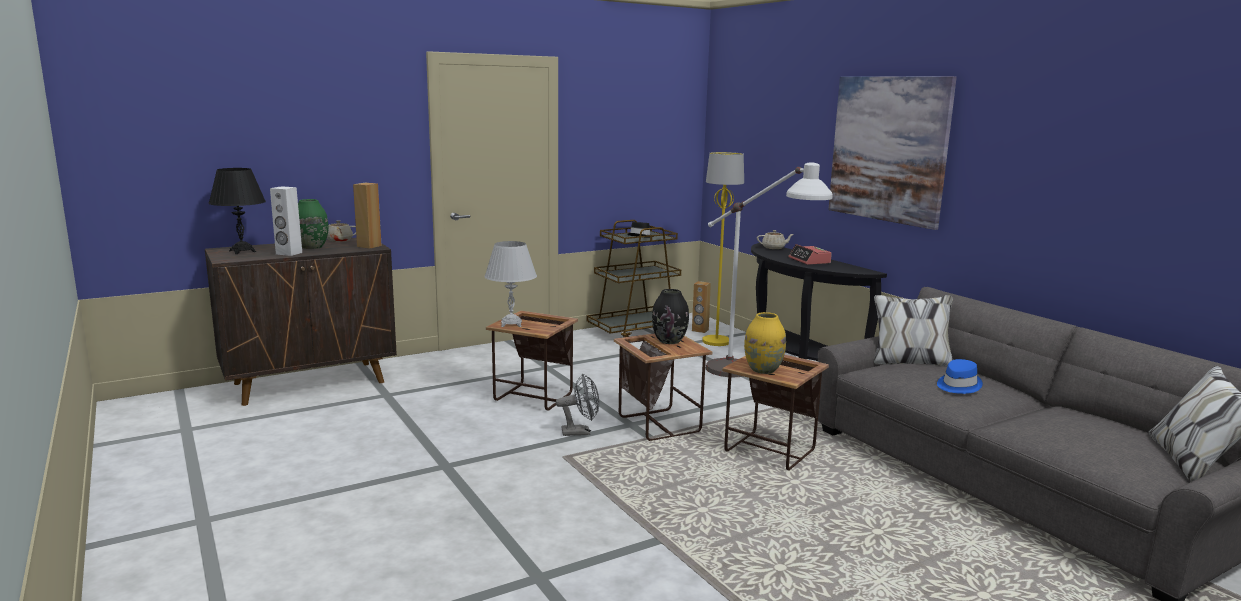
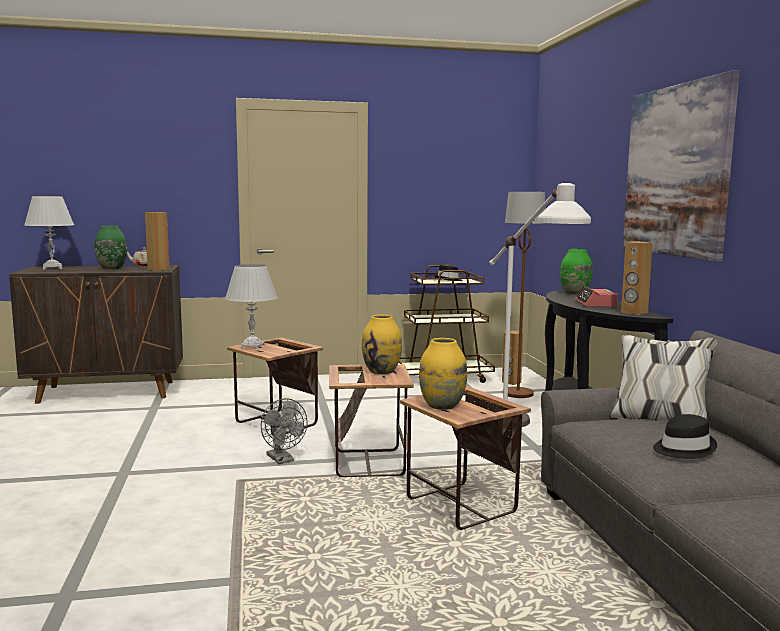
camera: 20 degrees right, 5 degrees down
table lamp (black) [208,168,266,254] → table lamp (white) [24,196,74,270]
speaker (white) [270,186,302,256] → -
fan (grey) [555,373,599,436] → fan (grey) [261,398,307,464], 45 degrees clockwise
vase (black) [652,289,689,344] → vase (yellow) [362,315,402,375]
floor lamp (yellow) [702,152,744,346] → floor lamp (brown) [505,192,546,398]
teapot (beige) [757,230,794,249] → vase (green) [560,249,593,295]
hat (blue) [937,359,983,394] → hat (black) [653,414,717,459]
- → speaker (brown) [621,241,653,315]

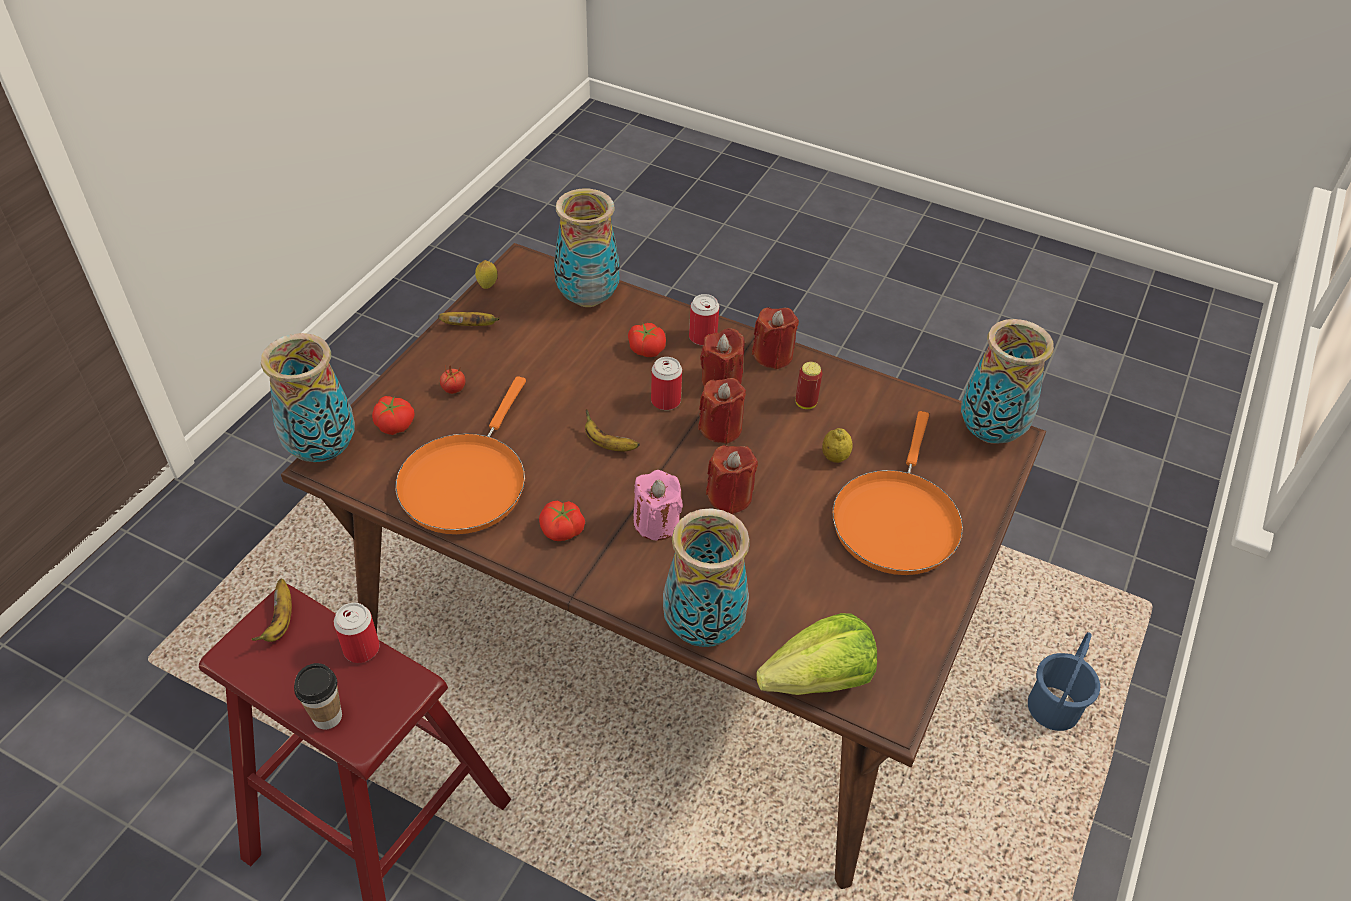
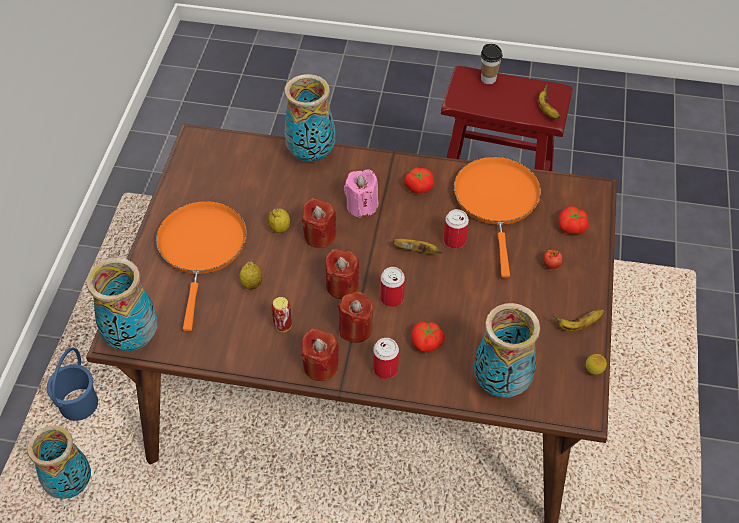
camera: 165 degrees right, 5 degrees up
vase [261,333,355,462] → vase [28,425,91,499], shifted
can [334,603,380,663] → can [444,209,469,249], shifted
lettuce [756,613,877,695] → -
- → lemon [268,208,290,233]

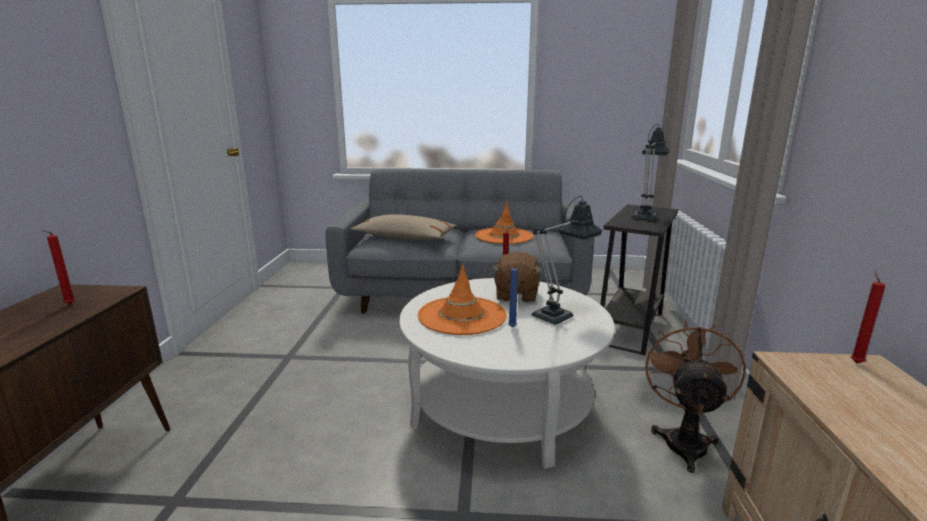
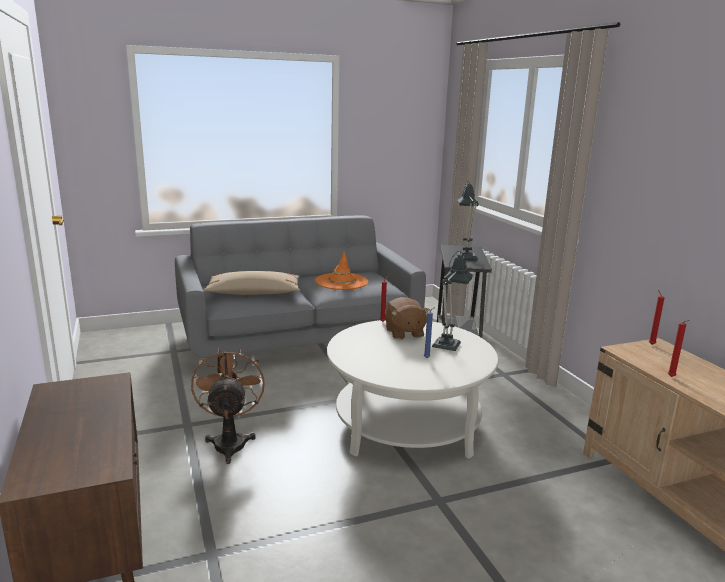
camera: 25 degrees left, 0 degrees up
candle (red) [42,230,75,305] → candle (red) [668,320,690,377], shifted
hat (orange) [418,264,507,335] → -
fan (brown) [645,320,746,473] → fan (brown) [191,348,265,464], shifted

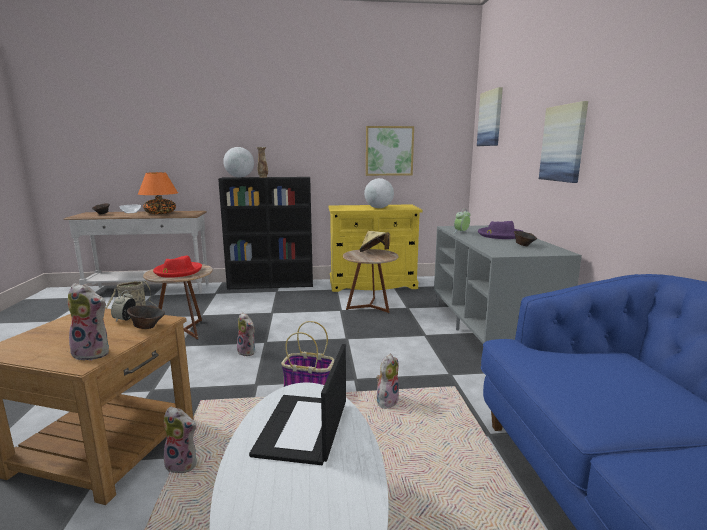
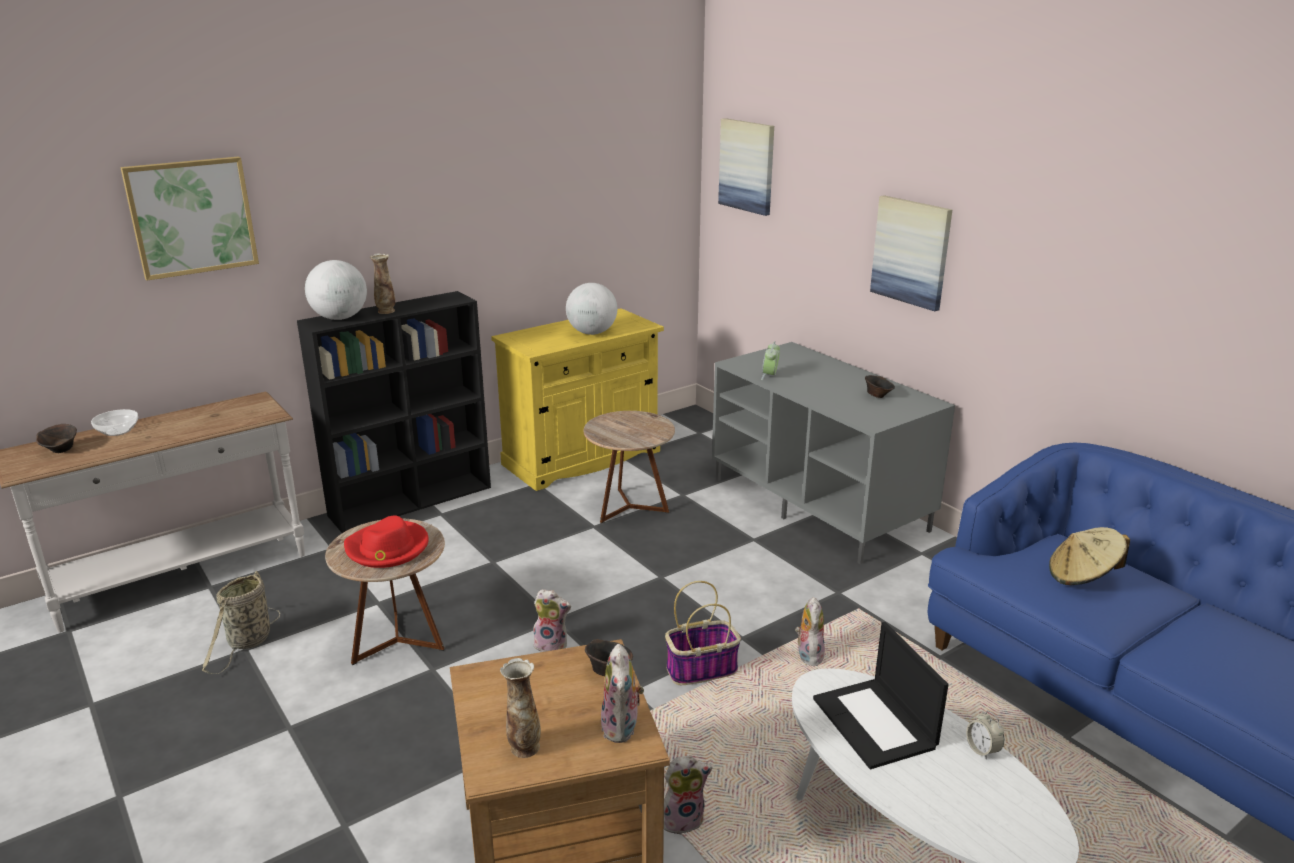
camera: 30 degrees left, 10 degrees up
plush toy [68,283,109,361] → plush toy [600,644,644,743], 105 degrees clockwise
alarm clock [111,290,136,322] → alarm clock [966,710,1004,760], shifted
table lamp (orange) [138,172,178,214] → -
hat (beige) [360,231,390,252] → hat (beige) [1049,527,1130,585], shifted
picture [366,126,414,176] → picture [120,156,259,281], shifted
hat (purple) [478,221,524,239] → -
- → vase [500,658,541,758]

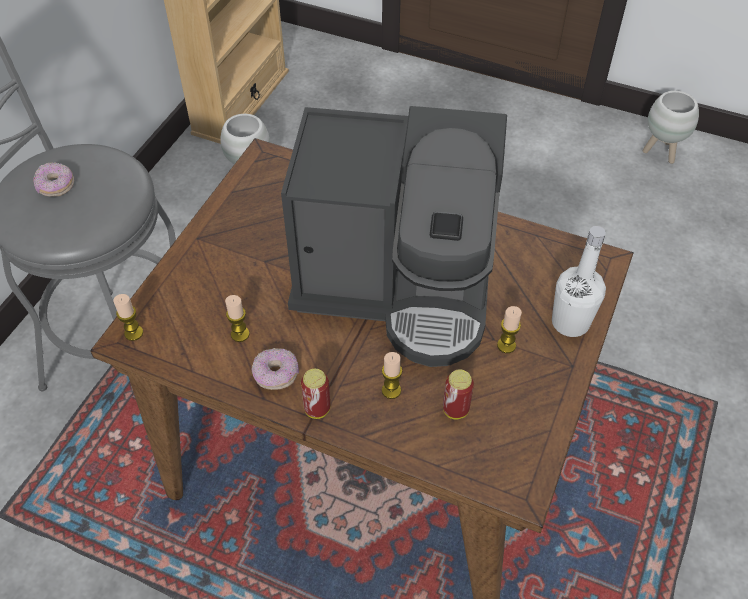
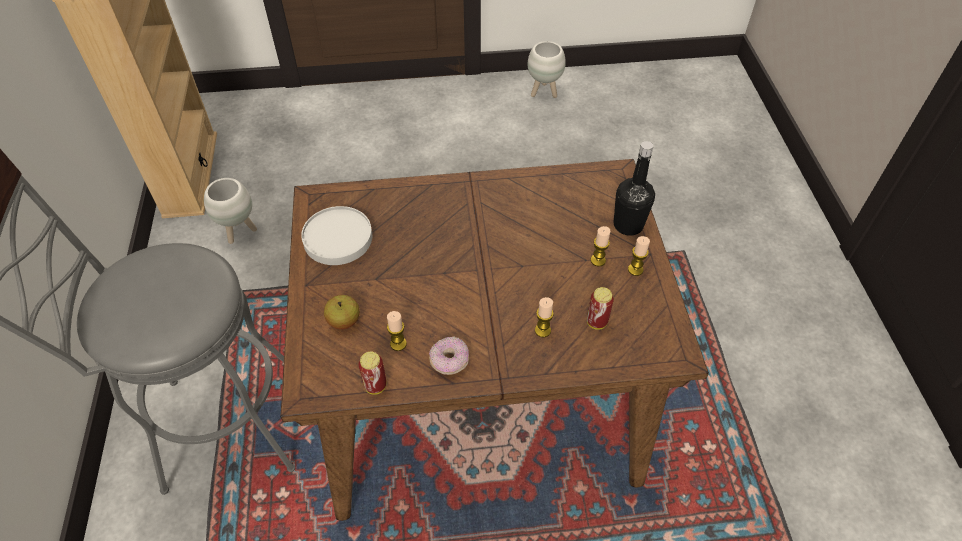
camera: 30 degrees left, 0 degrees up
donut [33,162,74,197] → -
candle [113,294,143,341] → candle [628,236,650,276], shifted
coffee machine [281,106,507,367] → -
can [301,369,330,419] → can [359,352,386,395], shifted
bottle (white) [552,226,606,337] → bottle (black) [614,141,655,236]
- → plate (white) [301,206,372,265]
- → apple [324,295,360,329]

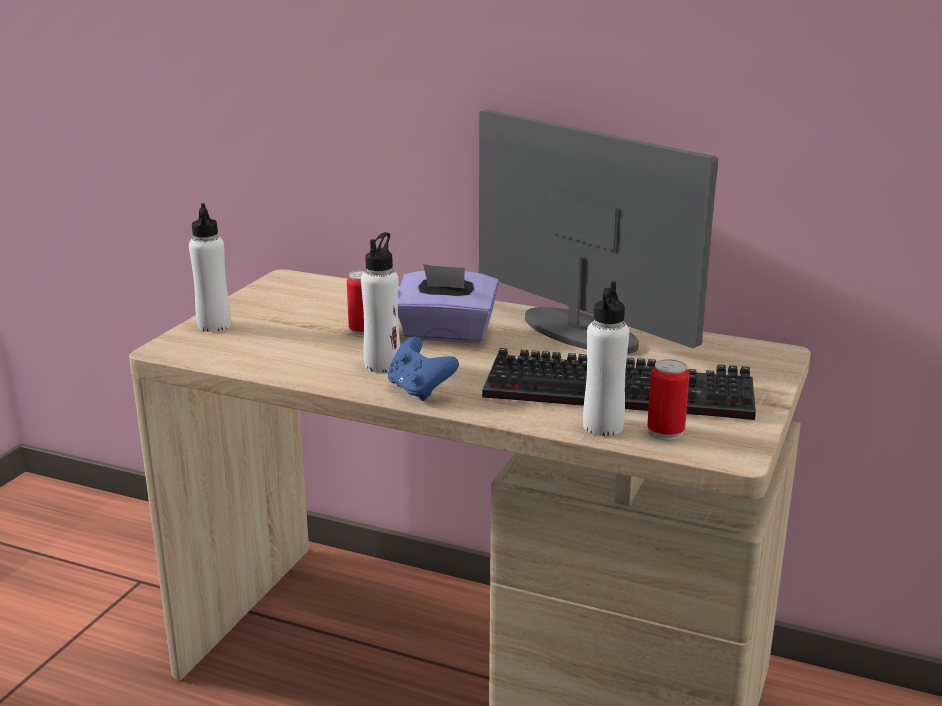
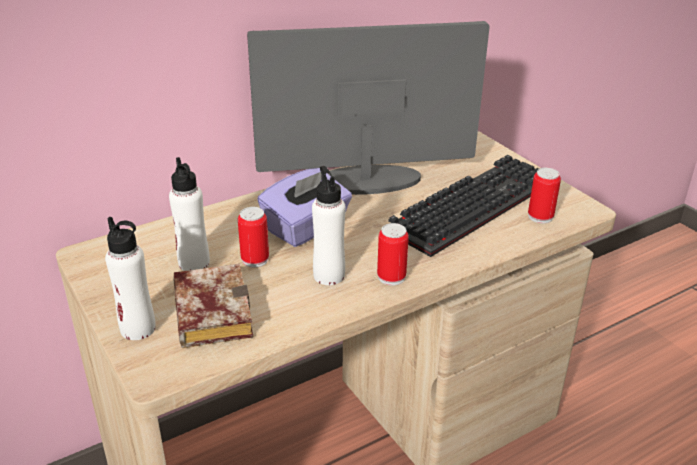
camera: 55 degrees left, 10 degrees up
game controller (blue) [388,336,459,401] → can [377,223,409,286]
bottle (white) [583,281,629,436] → bottle (white) [169,157,210,271], shifted
- → book [173,264,253,348]

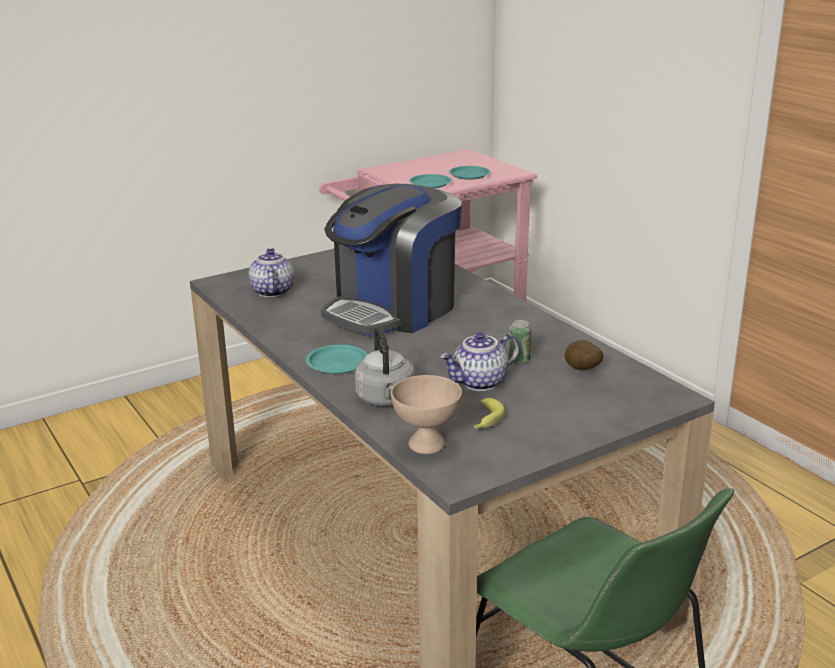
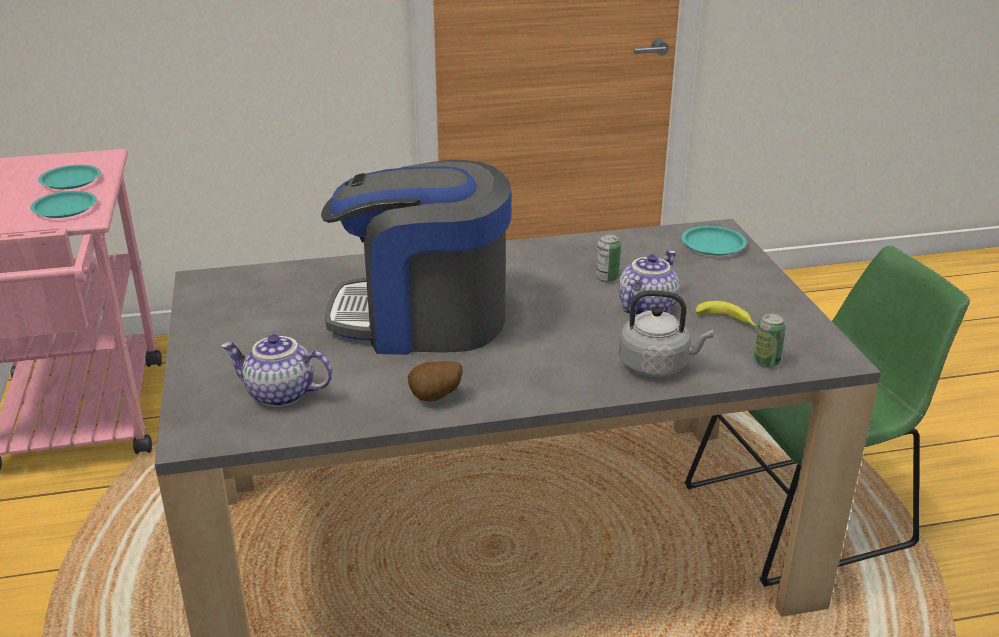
camera: 70 degrees left, 5 degrees up
plate (turquoise) [306,344,368,374] → plate (turquoise) [682,226,747,255], shifted
coffee machine [321,184,462,336] → coffee machine [321,160,511,355], 120 degrees clockwise
bowl (beige) [391,375,462,454] → can [753,313,786,367]
teapot [440,333,519,391] → teapot [619,250,680,315], 135 degrees counterclockwise
potato [565,340,603,370] → potato [408,361,463,402], shifted

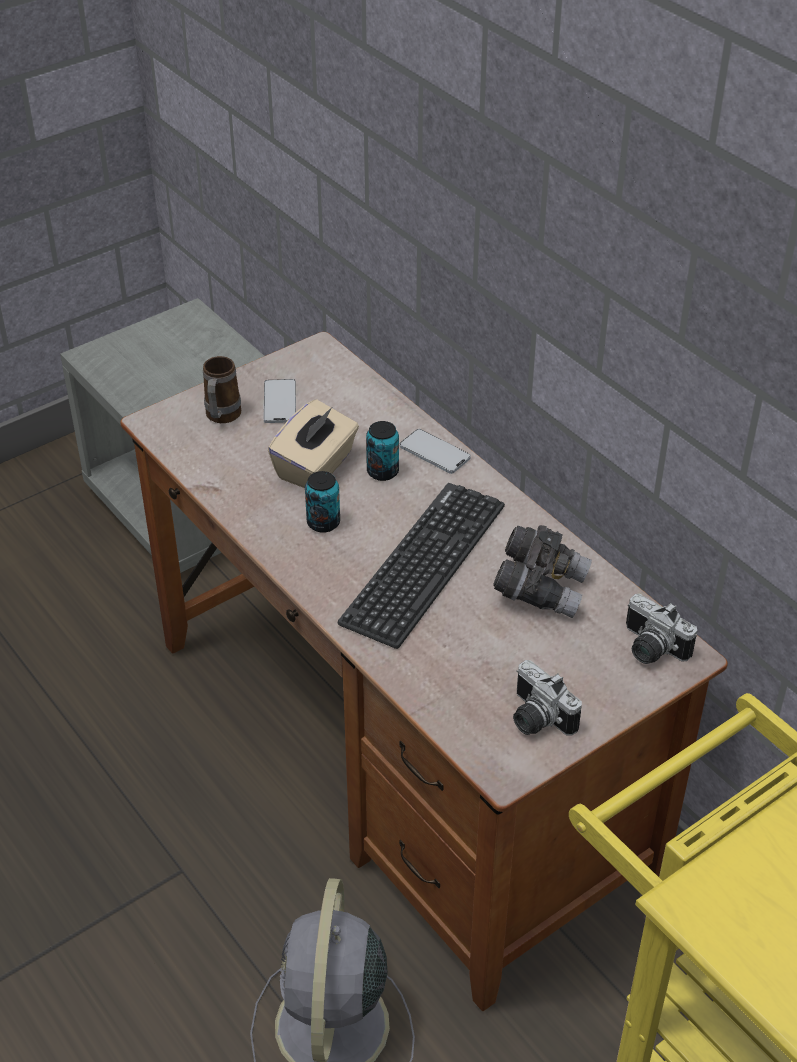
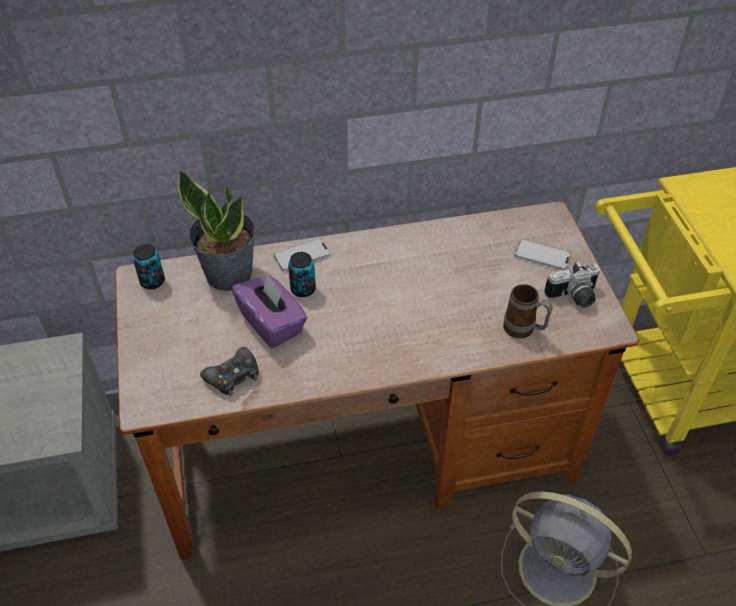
camera: 65 degrees left, 5 degrees up
mug [203,356,241,423] → mug [503,284,553,339], shifted
phone [264,379,296,423] → phone [515,239,571,270], shifted
tissue box (beige) [268,399,359,488] → tissue box (purple) [232,274,307,348]
can [305,471,340,533] → can [133,244,165,289], shifted
keyboard [338,483,505,649] → -
binoculars (grey) [493,525,592,618] → -
photo camera [626,594,697,664] → -
- → potted plant [178,170,256,291]
- → game controller (black) [200,347,259,396]

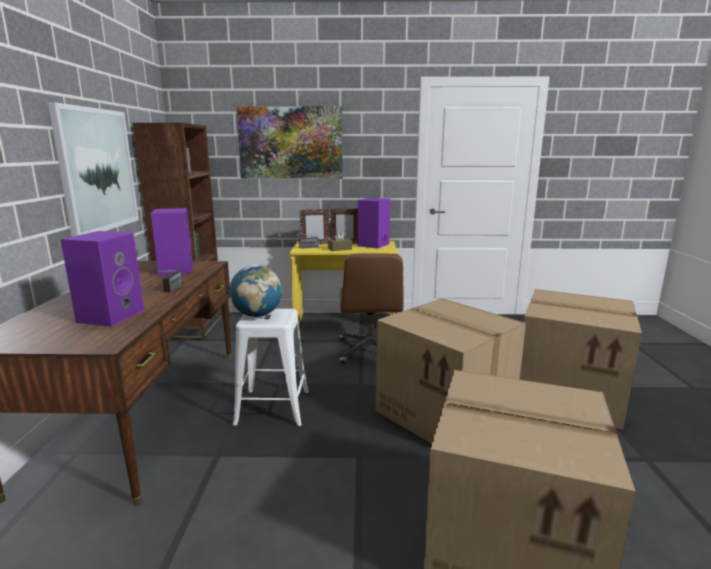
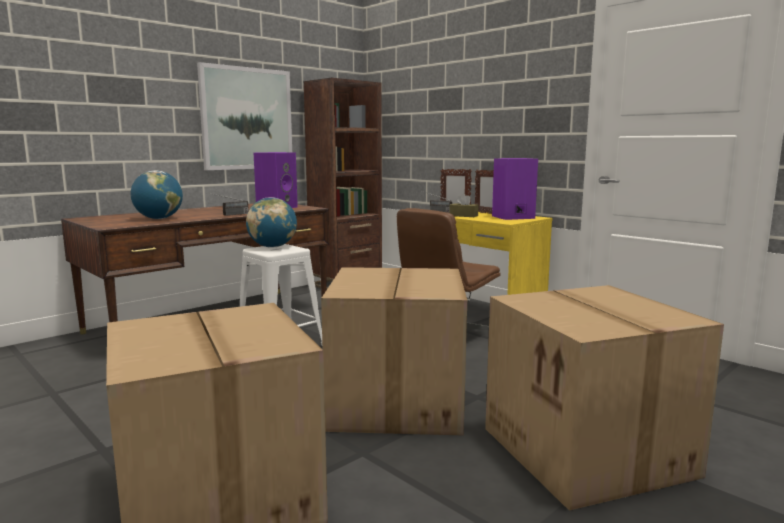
camera: 45 degrees right, 5 degrees down
speaker (purple) [60,231,144,327] → globe [131,170,183,219]
picture [236,106,343,179] → -

